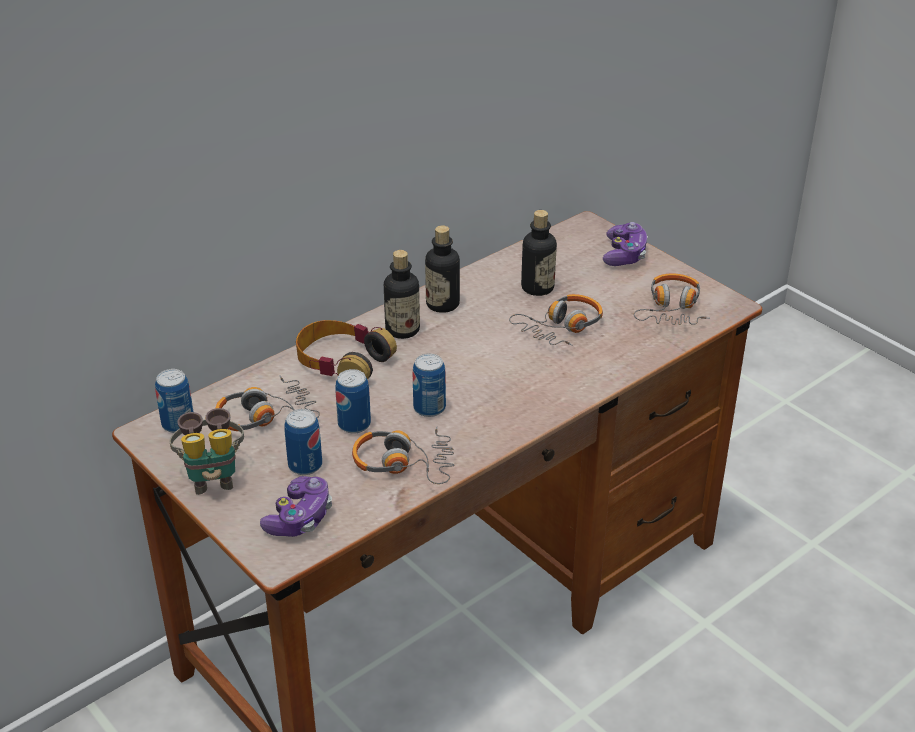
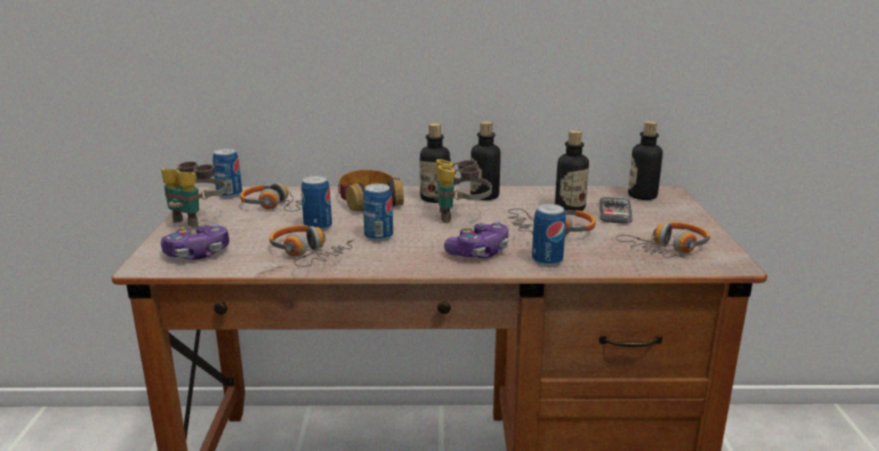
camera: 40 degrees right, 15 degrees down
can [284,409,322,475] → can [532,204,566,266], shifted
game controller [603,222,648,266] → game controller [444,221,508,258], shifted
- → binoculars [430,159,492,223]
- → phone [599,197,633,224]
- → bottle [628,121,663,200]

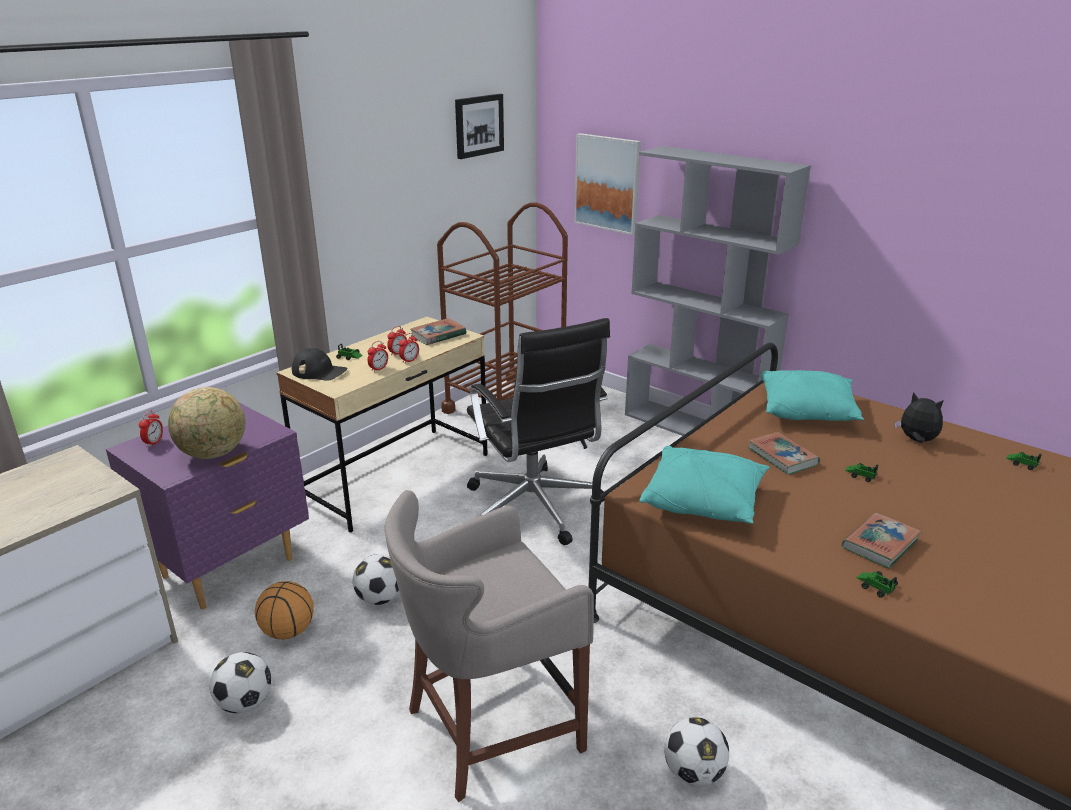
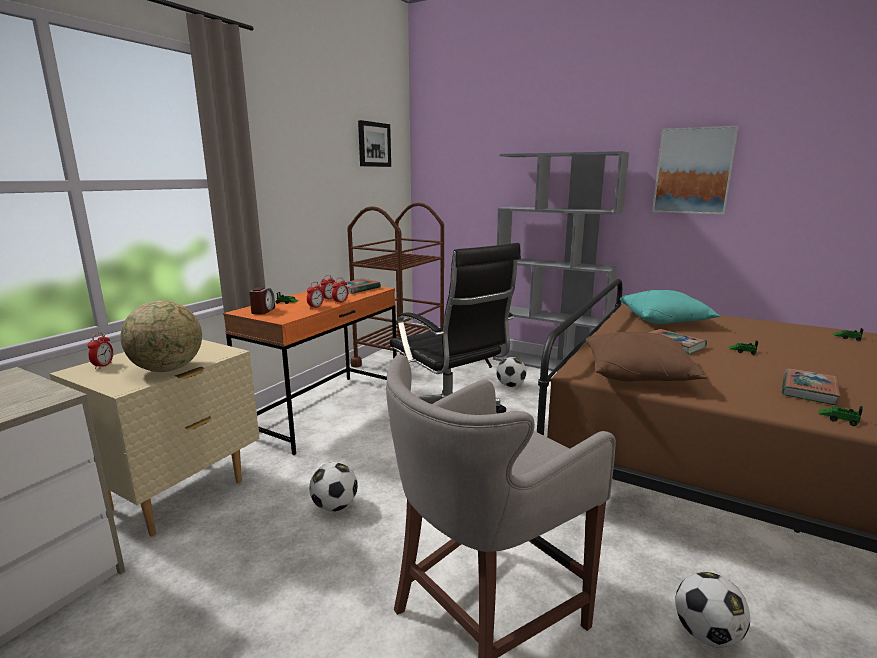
camera: 10 degrees left, 10 degrees down
nightstand (purple) [106,403,309,609] → nightstand (beige) [50,340,259,536]
football [210,652,271,713] → football [496,357,527,387], shifted
basketball [255,581,314,639] → -
desk (beige) [277,317,488,533] → desk (orange) [223,282,397,455]
cap (black) [292,348,347,381] → alarm clock [249,287,275,314]
picture [574,133,641,235] → picture [652,126,739,214], shifted
pillow (turquoise) [640,446,770,524] → pillow (brown) [586,332,708,381]
plush toy [895,392,944,443] → -

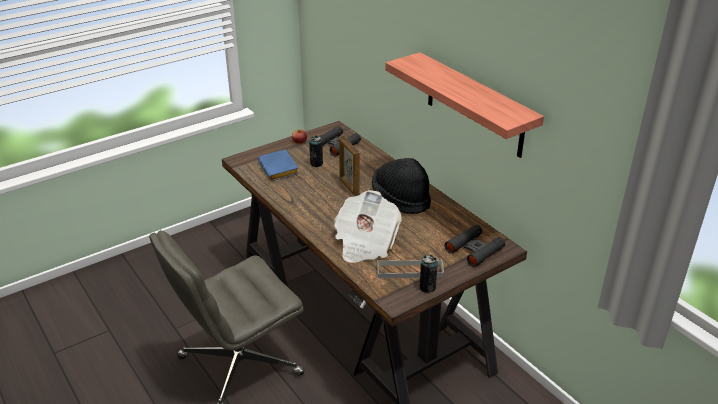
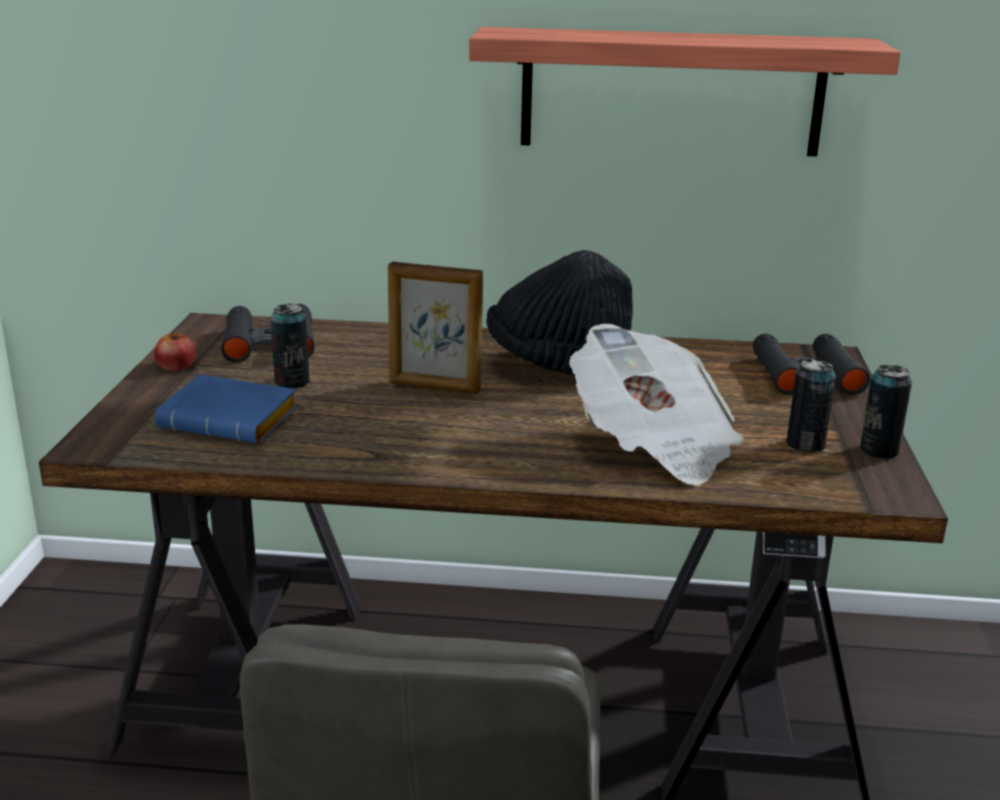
camera: 50 degrees left, 10 degrees down
tray (grey) [377,259,444,278] → can [786,359,836,452]

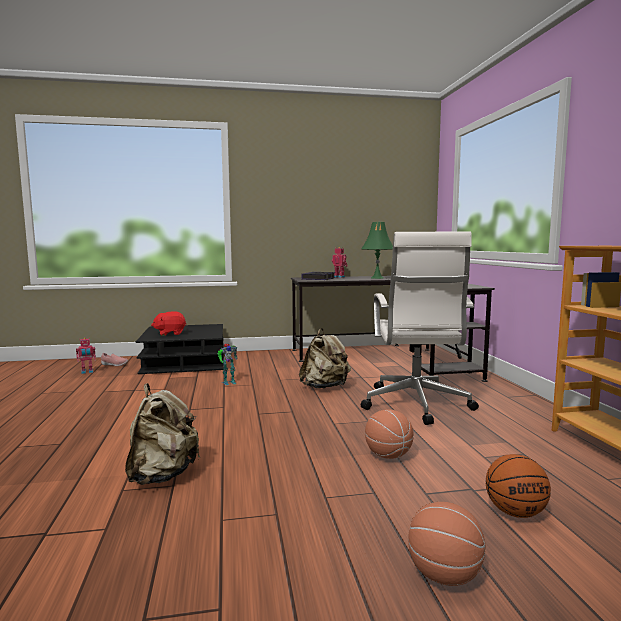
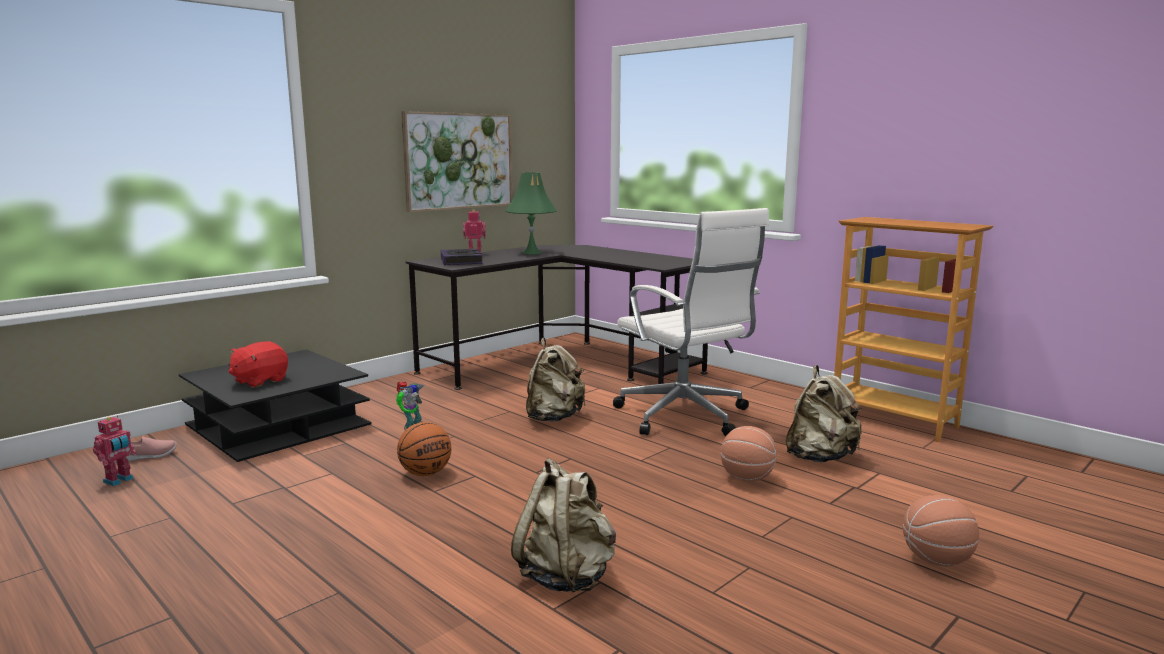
camera: 35 degrees left, 5 degrees up
basketball [486,454,551,518] → basketball [397,422,451,476], shifted
- → picture [401,111,513,212]
- → backpack (beige) [785,365,863,462]

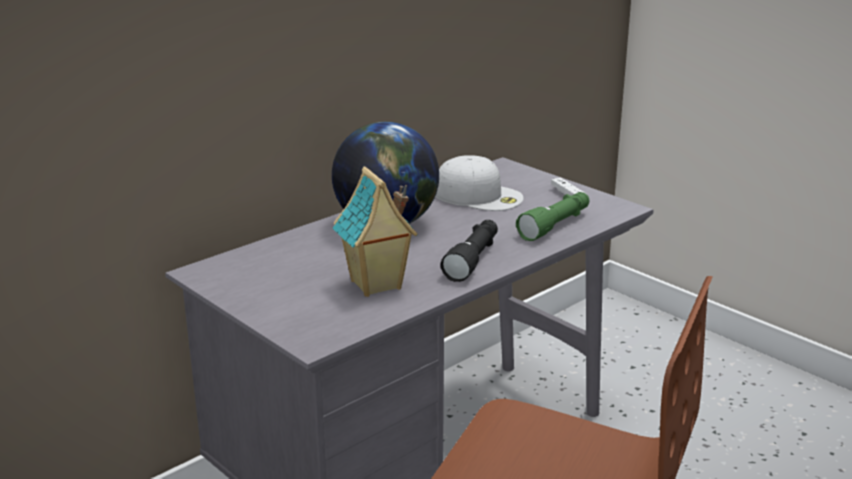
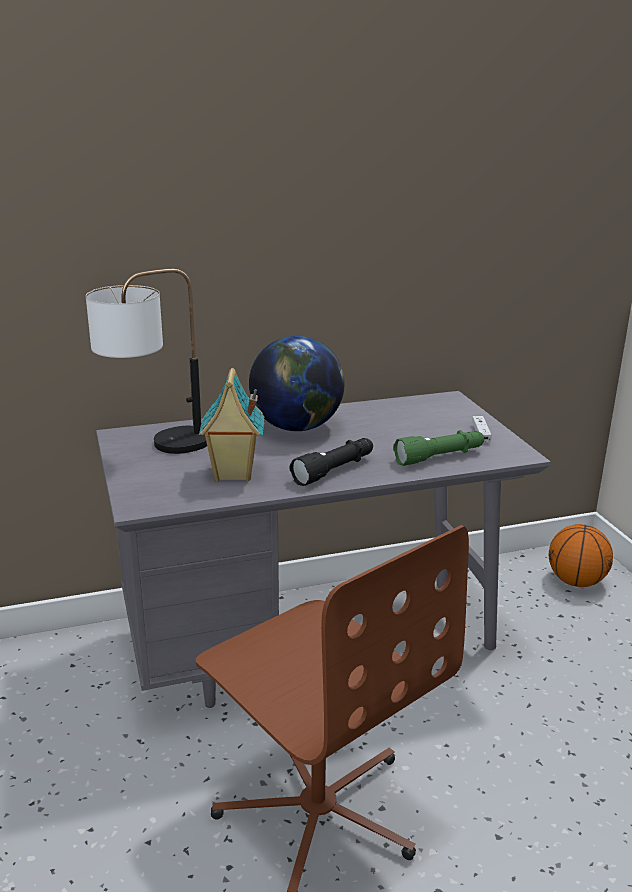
camera: 25 degrees right, 0 degrees up
cap (white) [436,155,524,211] → -
- → table lamp [86,269,207,454]
- → basketball [549,524,613,587]

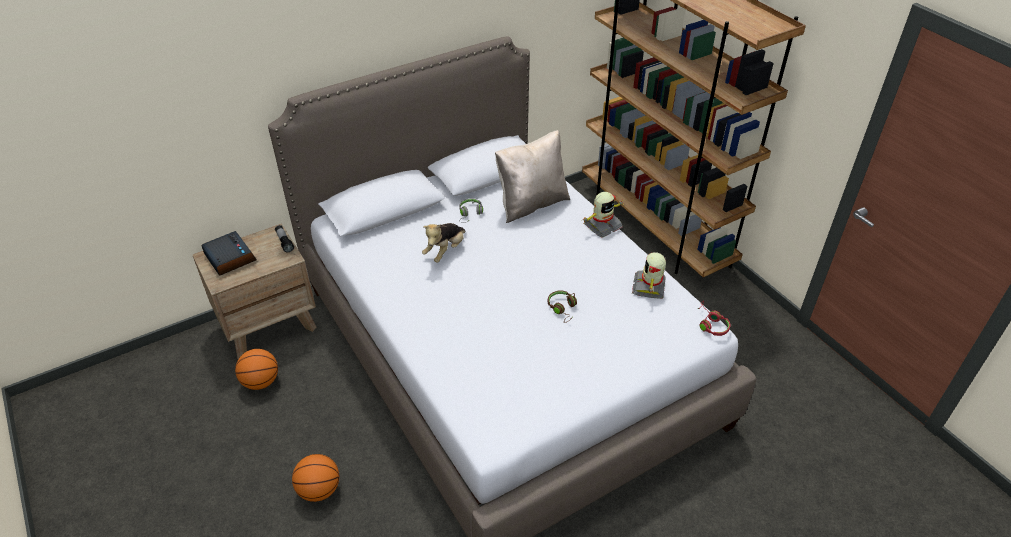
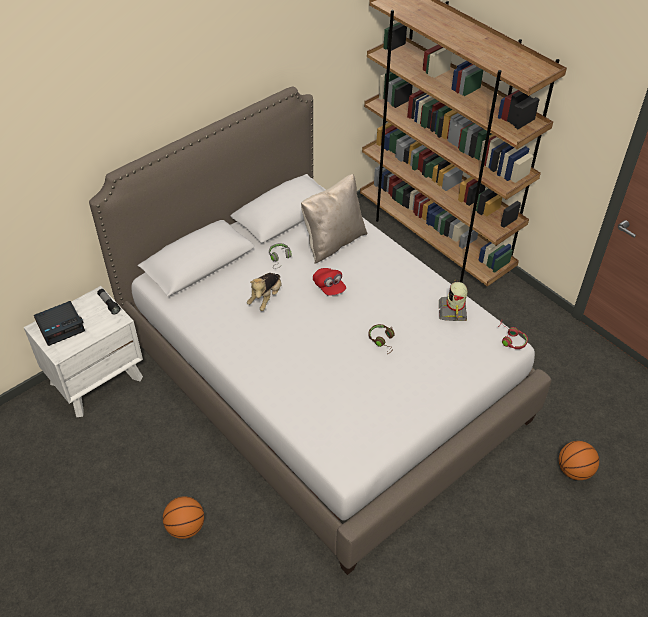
camera: 10 degrees left, 5 degrees up
nightstand (brown) [193,224,317,359] → nightstand (white) [24,286,143,417]
alarm clock [202,231,256,276] → alarm clock [34,301,85,346], 105 degrees clockwise
basketball [235,349,278,390] → basketball [559,441,599,480], shifted
toy robot [581,192,623,238] → -
- → cap (red) [313,268,346,296]

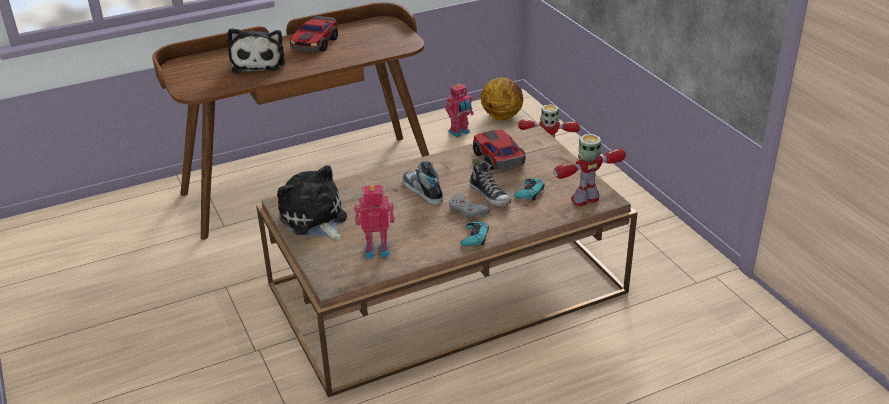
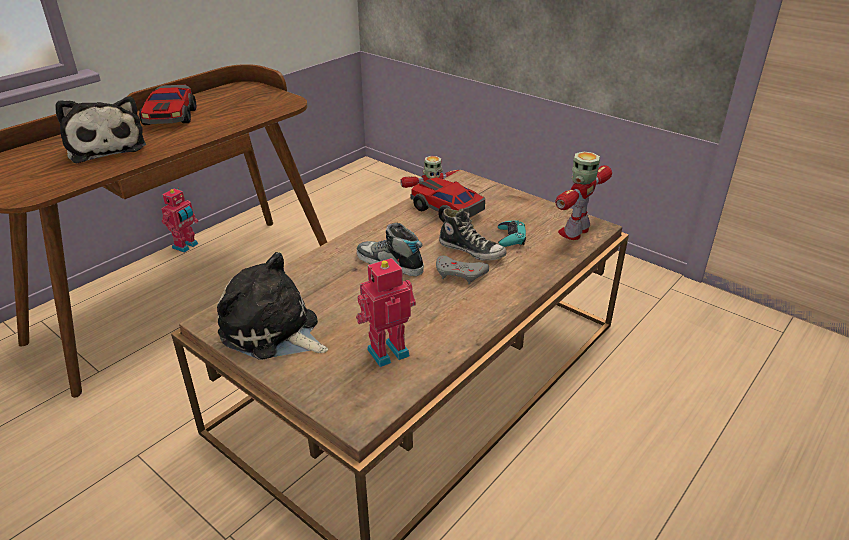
camera: 25 degrees left, 0 degrees up
toy robot [445,83,474,138] → toy robot [161,187,199,253], shifted
game controller (turquoise) [460,222,489,246] → -
basketball [481,78,523,120] → -

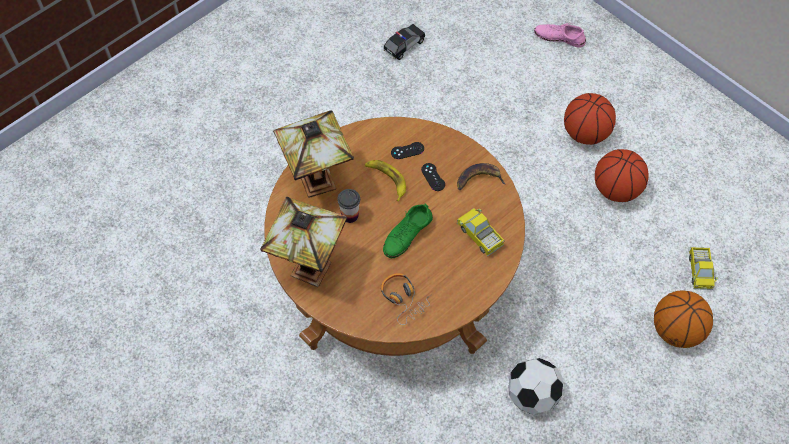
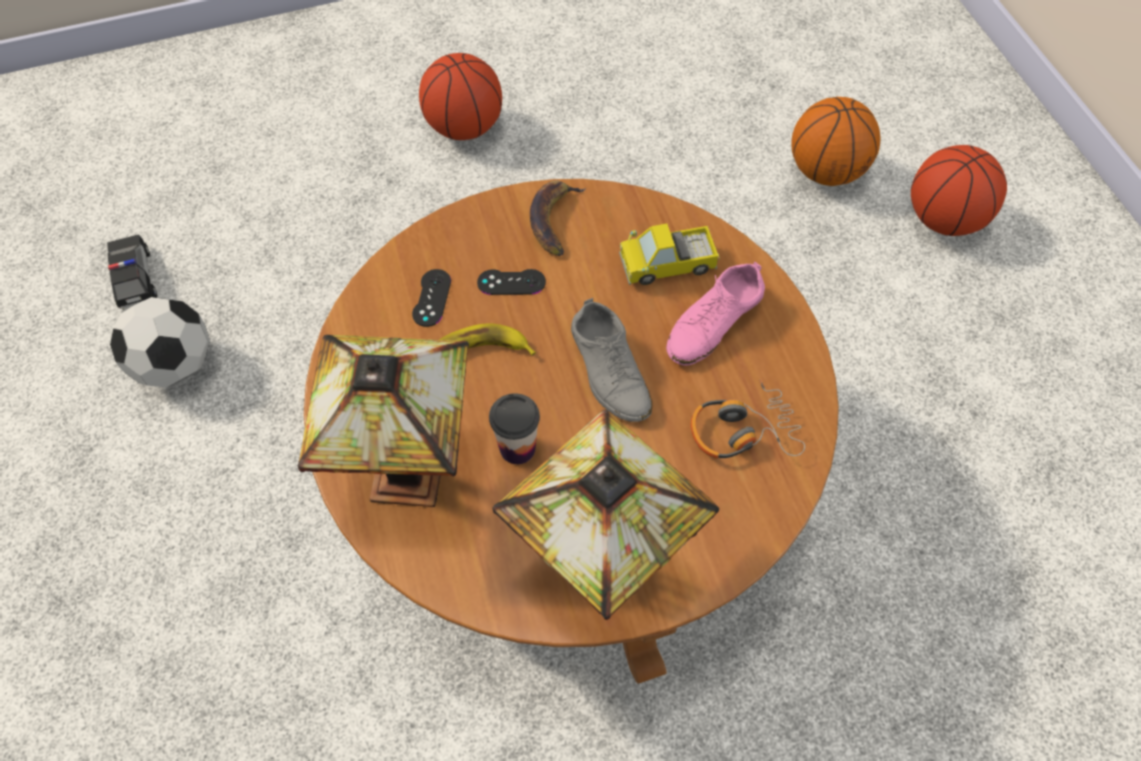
camera: 65 degrees left, 0 degrees up
shoe (green) [383,204,433,258] → shoe (grey) [571,298,652,422]
football [509,358,563,414] → football [110,297,210,387], shifted
shoe (pink) [534,23,586,48] → shoe (pink) [666,261,765,366], shifted
basketball [595,149,648,202] → basketball [911,145,1007,236], shifted
toy truck [689,247,718,290] → -

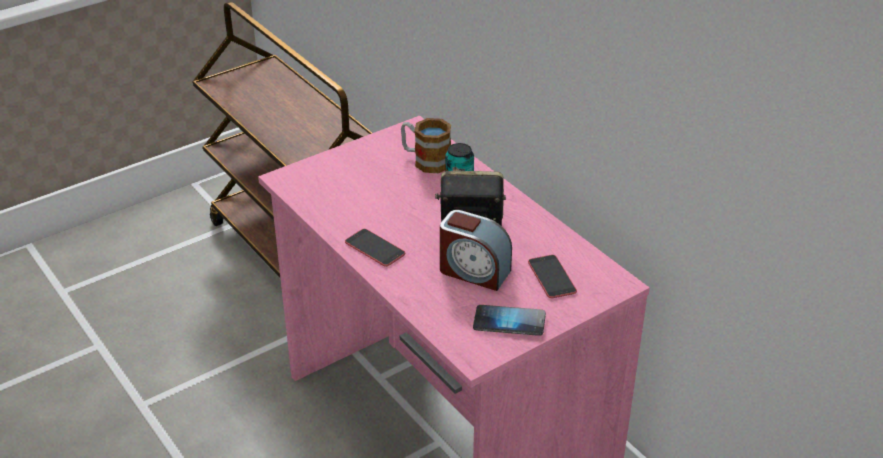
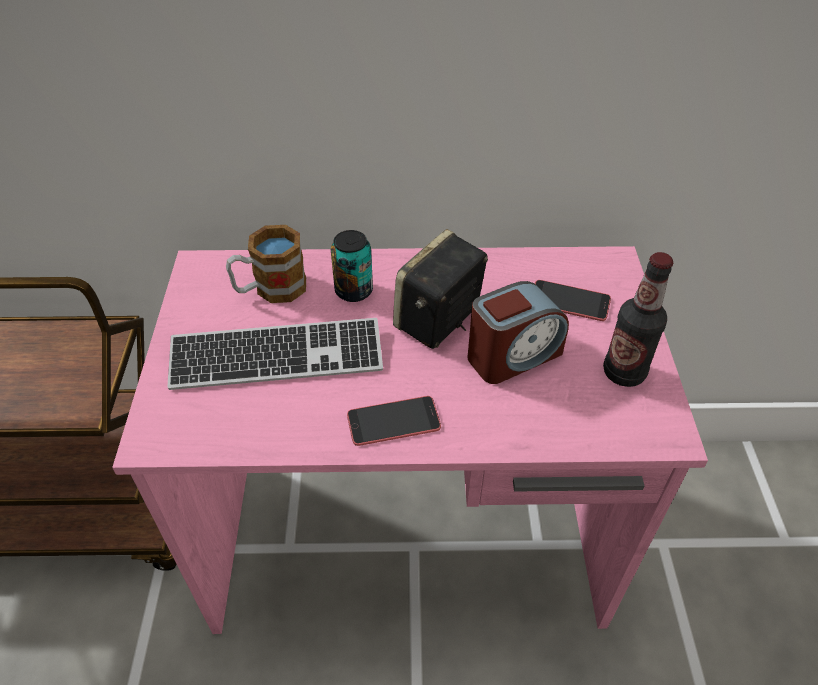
camera: 55 degrees left, 10 degrees up
phone [473,305,546,336] → bottle [603,252,673,387]
- → keyboard [167,318,383,390]

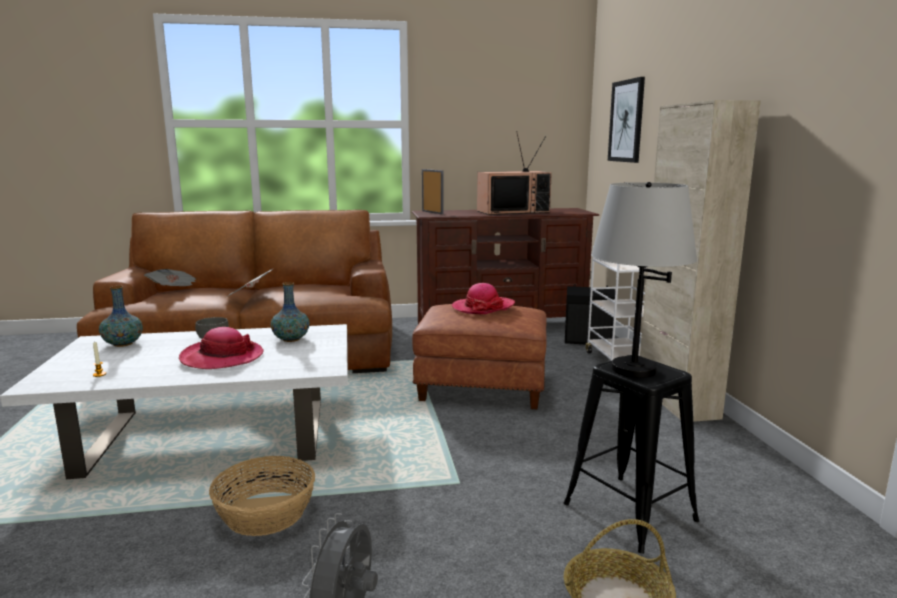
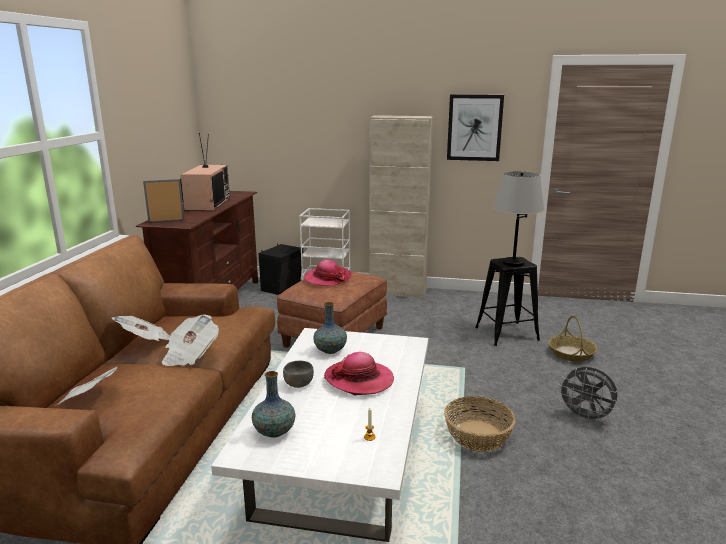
camera: 70 degrees left, 5 degrees up
picture [608,77,645,163] → picture [447,94,504,161], shifted
- → newspaper [112,316,169,341]

